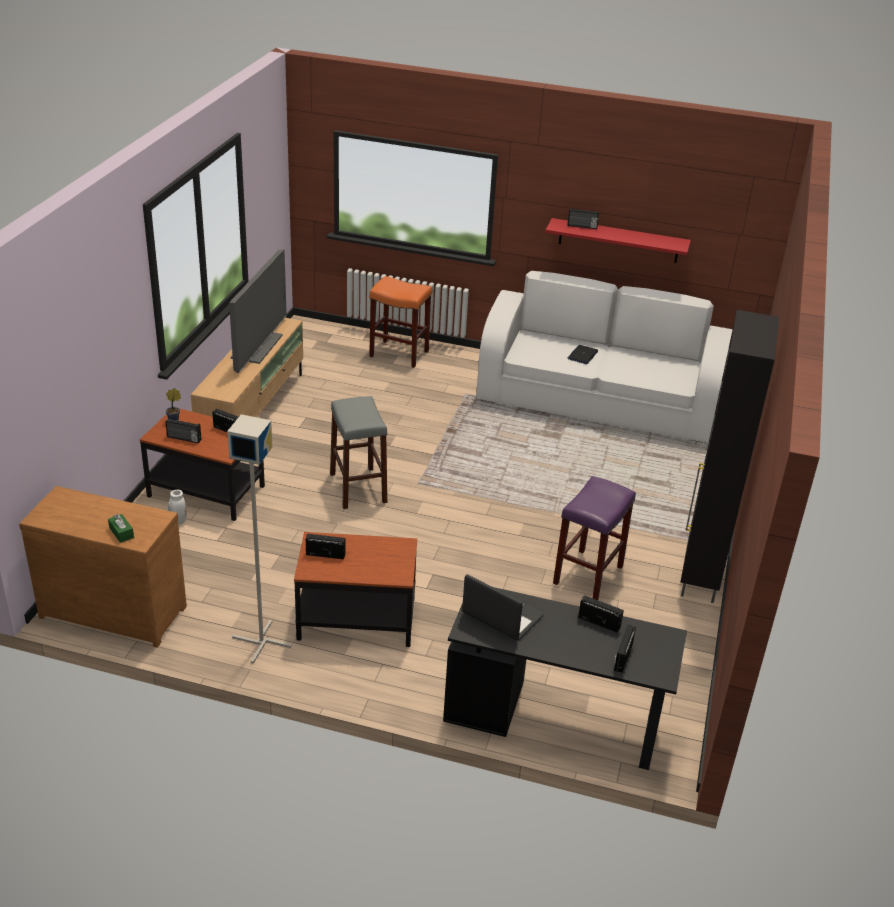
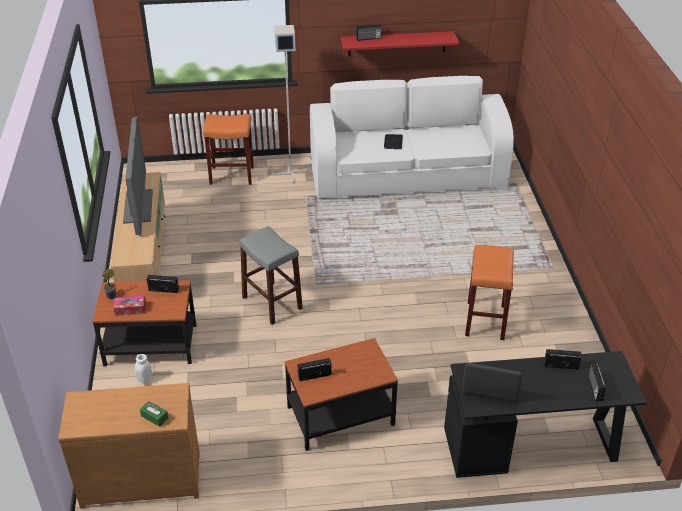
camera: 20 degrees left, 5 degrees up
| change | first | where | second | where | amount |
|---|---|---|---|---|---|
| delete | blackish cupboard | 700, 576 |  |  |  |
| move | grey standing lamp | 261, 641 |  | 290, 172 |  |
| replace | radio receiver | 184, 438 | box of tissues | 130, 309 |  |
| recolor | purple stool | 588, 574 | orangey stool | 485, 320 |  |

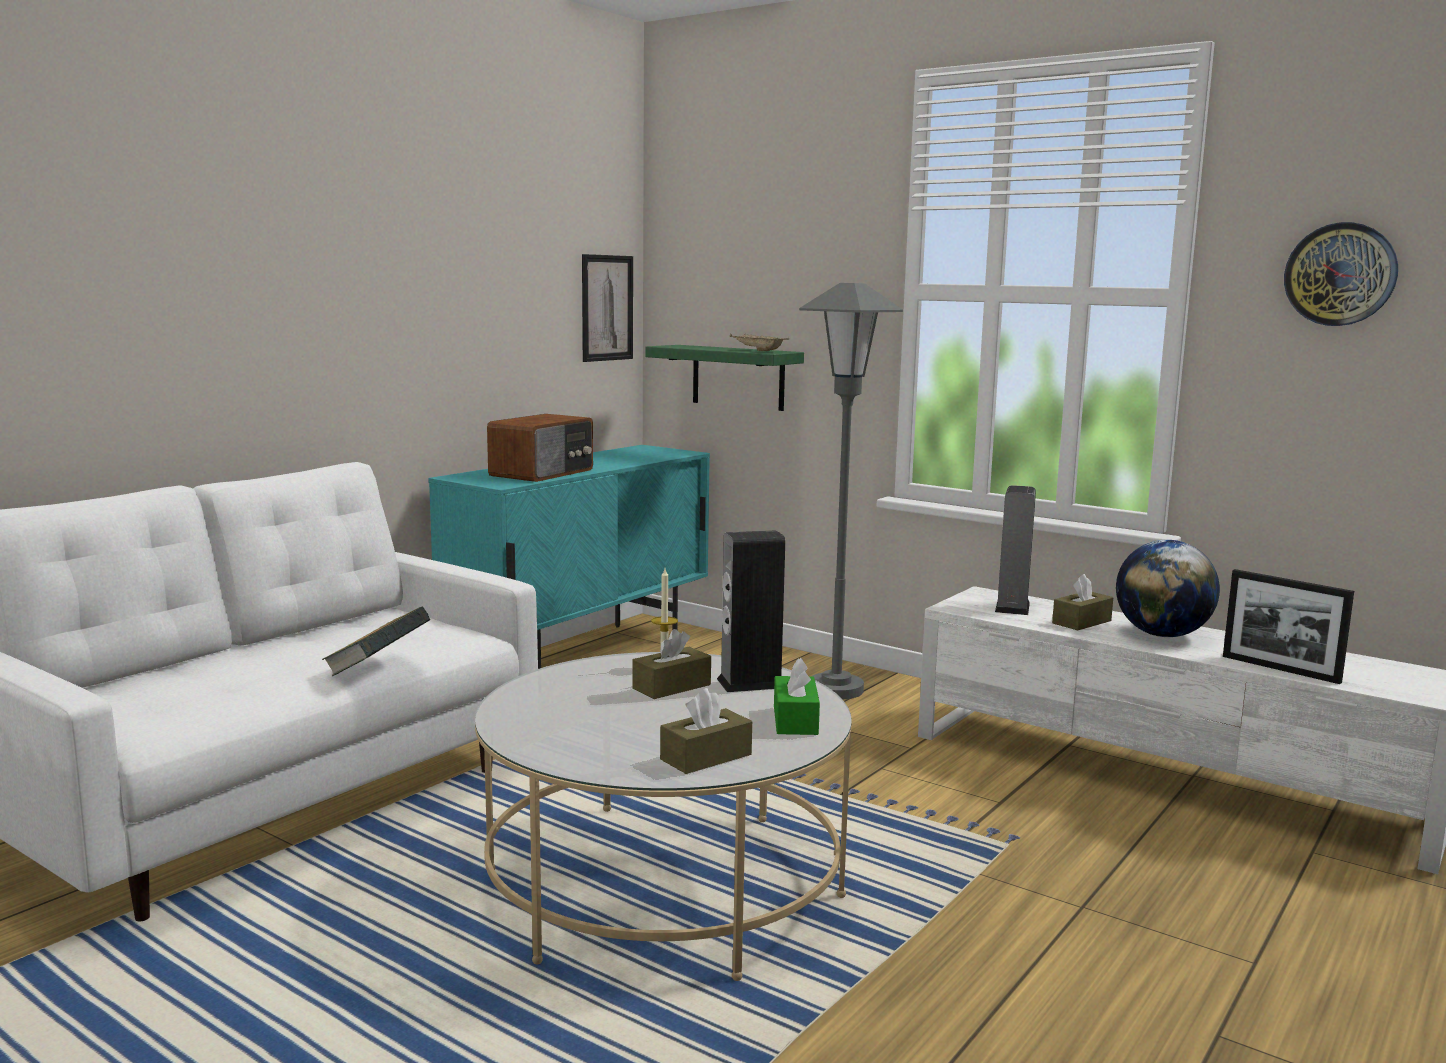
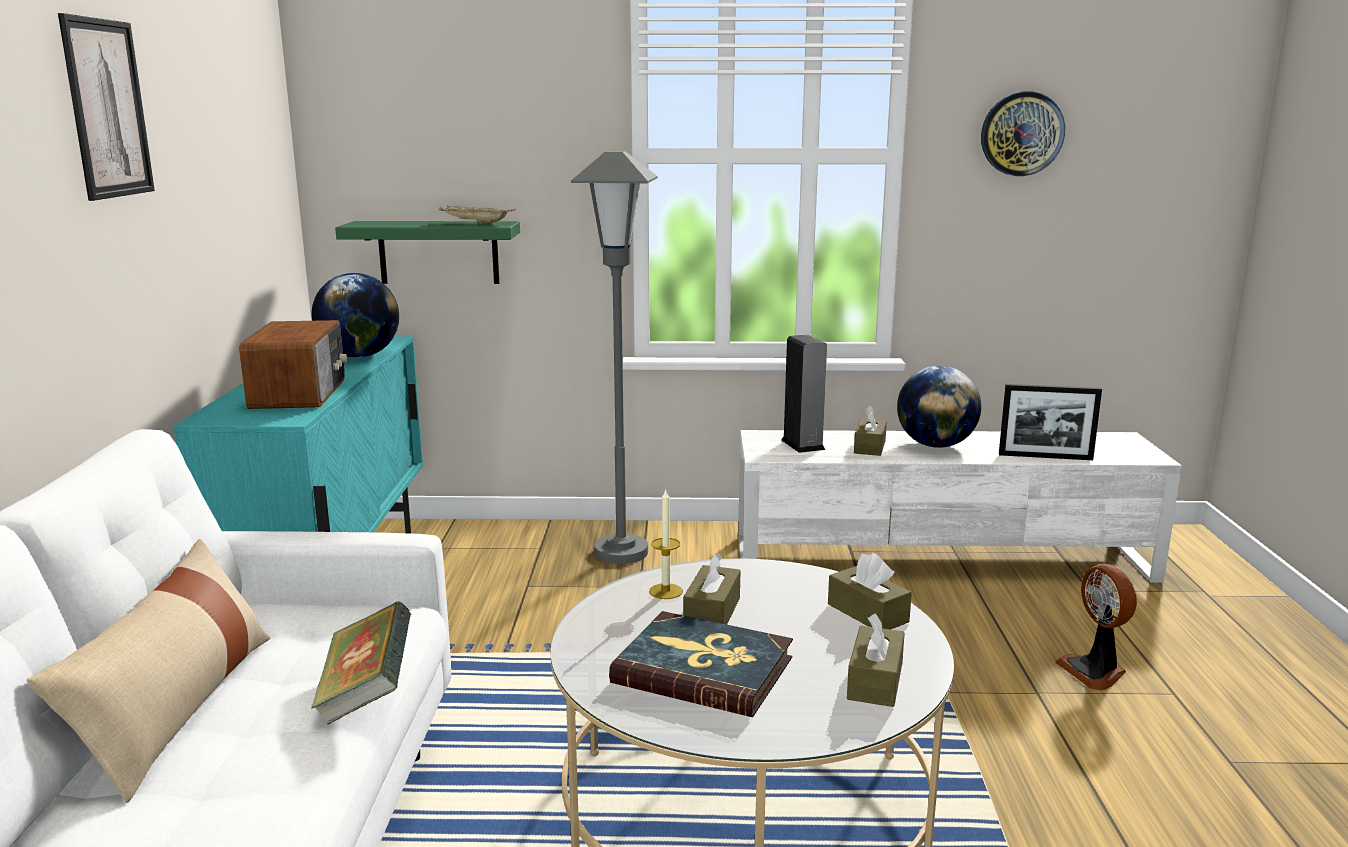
camera: 35 degrees left, 5 degrees up
| change | first | where | second | where | amount |
|---|---|---|---|---|---|
| delete | audio speaker | 750, 683 |  |  |  |
| insert |  |  | beige-coloured throw pillow | 176, 708 |  |
| insert |  |  | desk globe | 359, 356 |  |
| insert |  |  | volume | 703, 670 |  |
| insert |  |  | fan | 1095, 671 |  |
| move | picture | 607, 308 |  | 107, 109 |  |
| recolor | green box of tissues | 795, 720 | brown-coloured box of tissues | 867, 613 |  |

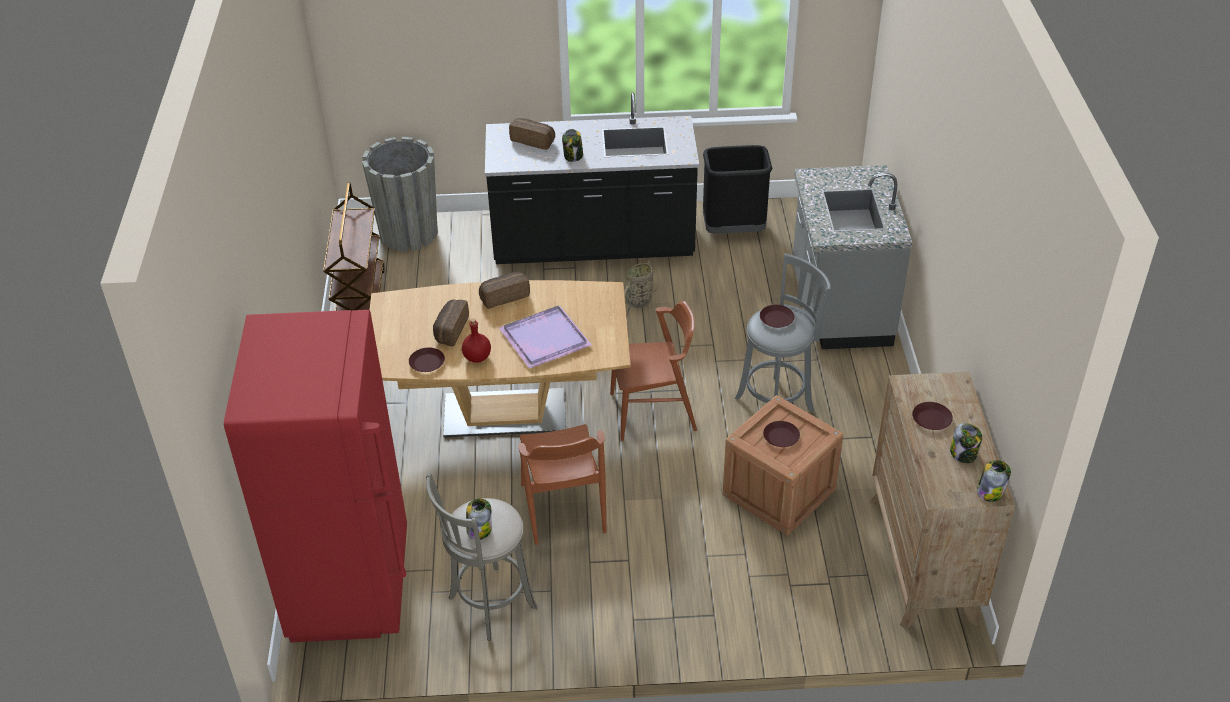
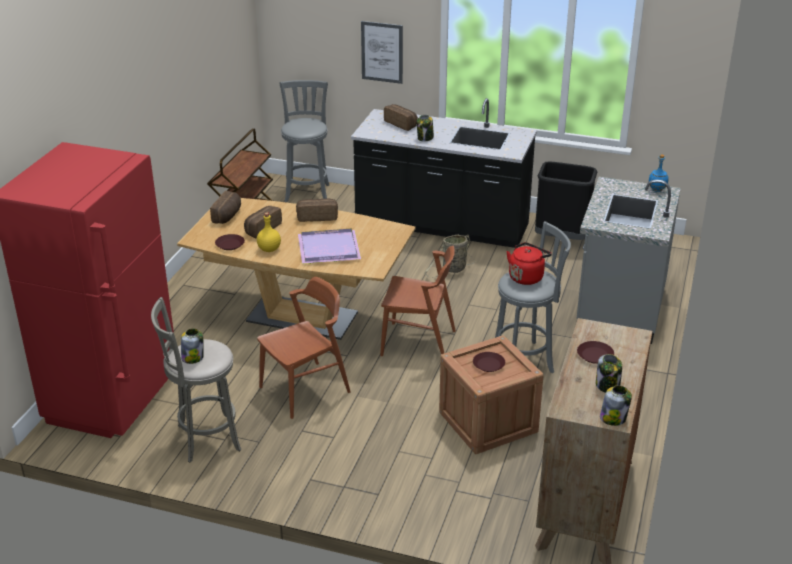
camera: 20 degrees right, 10 degrees down
| change | first | where | second | where | amount |
|---|---|---|---|---|---|
| insert |  |  | bakery bread | 228, 216 |  |
| insert |  |  | picture | 382, 52 |  |
| insert |  |  | bluish drink bottle | 656, 190 |  |
| replace | grey plant pot | 408, 233 | grey stool | 307, 192 |  |
| replace | brown-coloured dinner plate | 777, 319 | red-coloured kettle | 527, 277 |  |
| recolor | red-coloured drink bottle | 477, 357 | yellow-coloured drink bottle | 269, 249 |  |
| rotate | brown-coloured chair | 563, 508 |  | 305, 389 | 135 degrees counterclockwise |

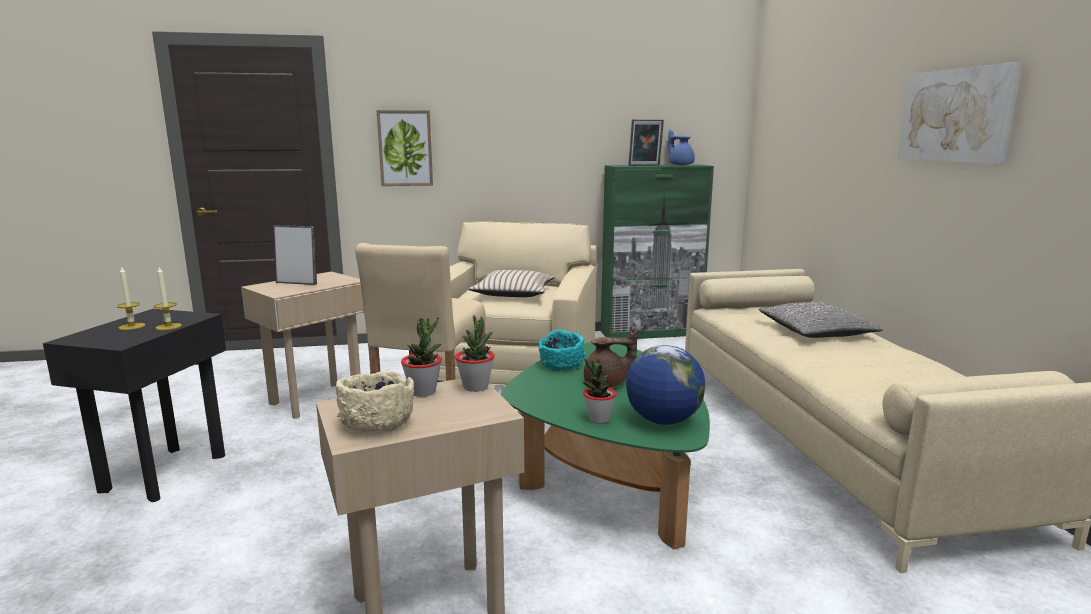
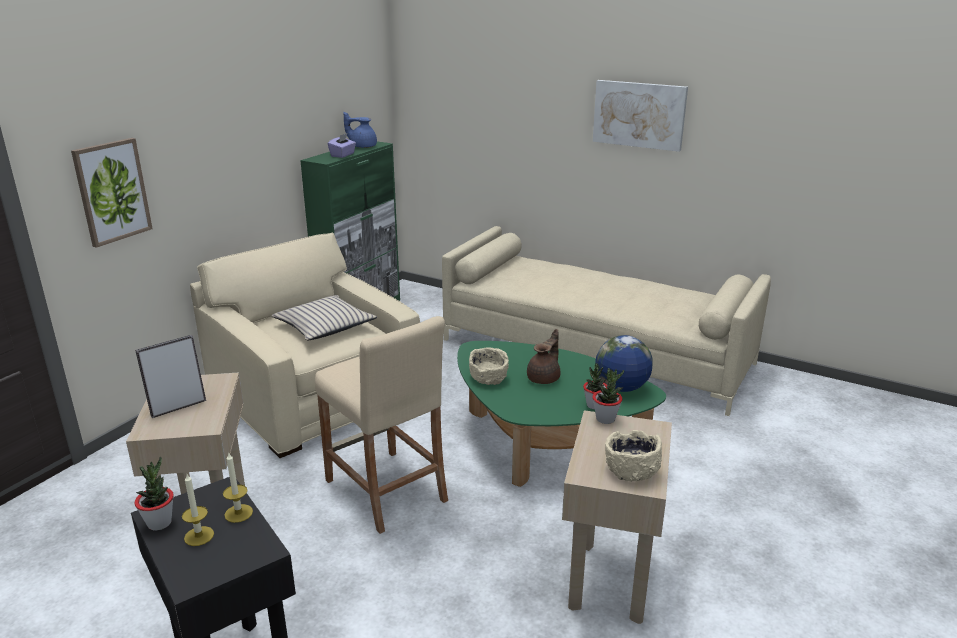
camera: 50 degrees left, 10 degrees up
| change | first | where | second | where | amount |
|---|---|---|---|---|---|
| delete | grey throw pillow | 815, 331 |  |  |  |
| move | houseplant | 423, 392 |  | 159, 523 |  |
| replace | picture frame | 645, 165 | purple box of tissues | 343, 155 |  |
| recolor | turquoise serving bowl | 561, 365 | beige-coloured serving bowl | 489, 378 |  |

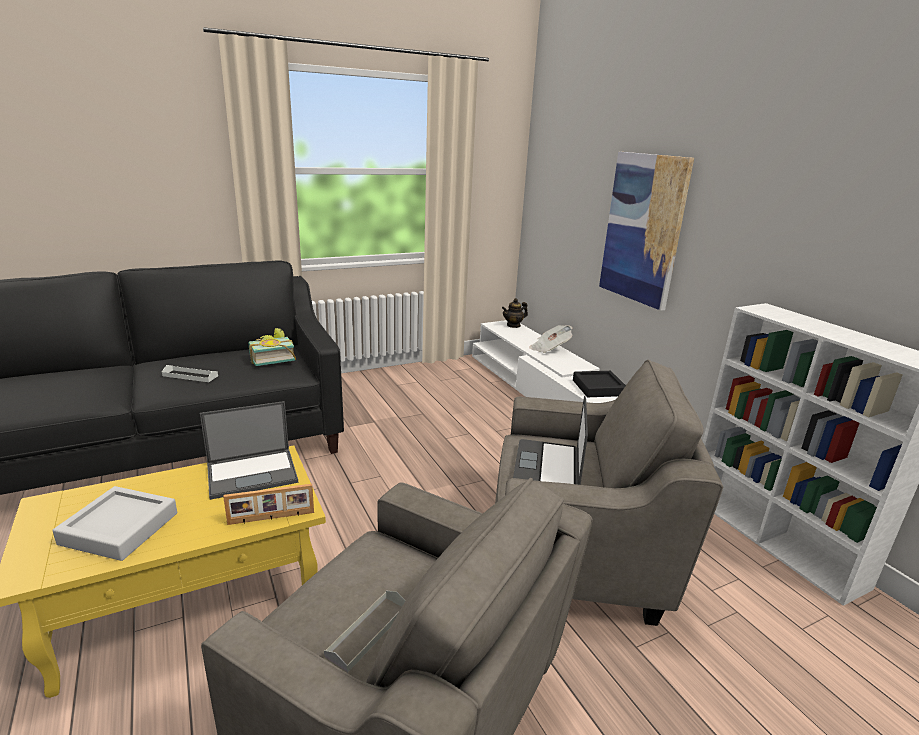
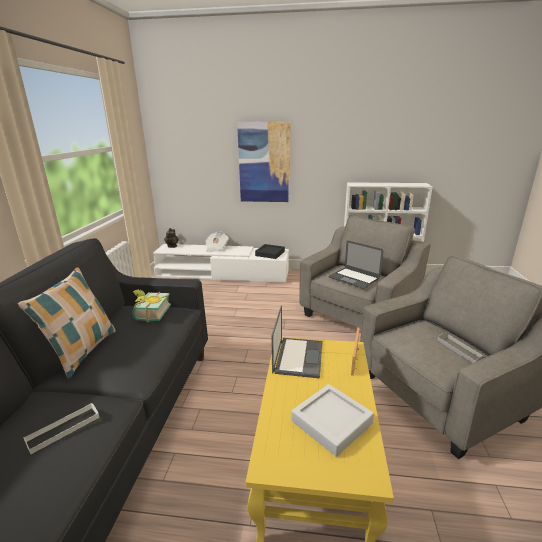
camera: 55 degrees left, 0 degrees up
| change | first | where | second | where | amount |
|---|---|---|---|---|---|
| insert |  |  | throw pillow | 83, 351 |  |
| move | white-coloured serving tray | 190, 376 |  | 63, 429 |  |

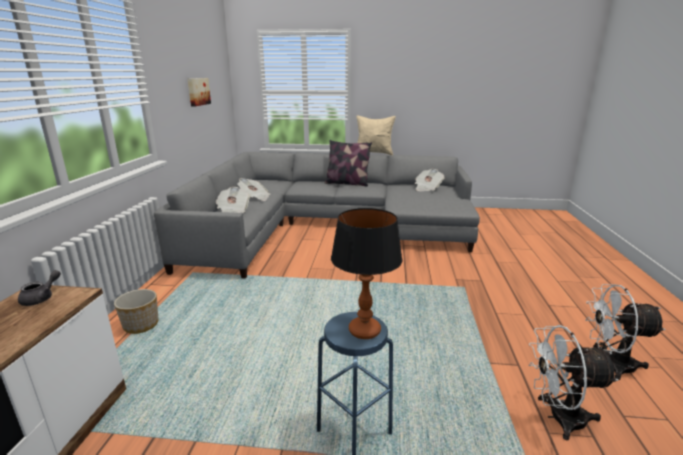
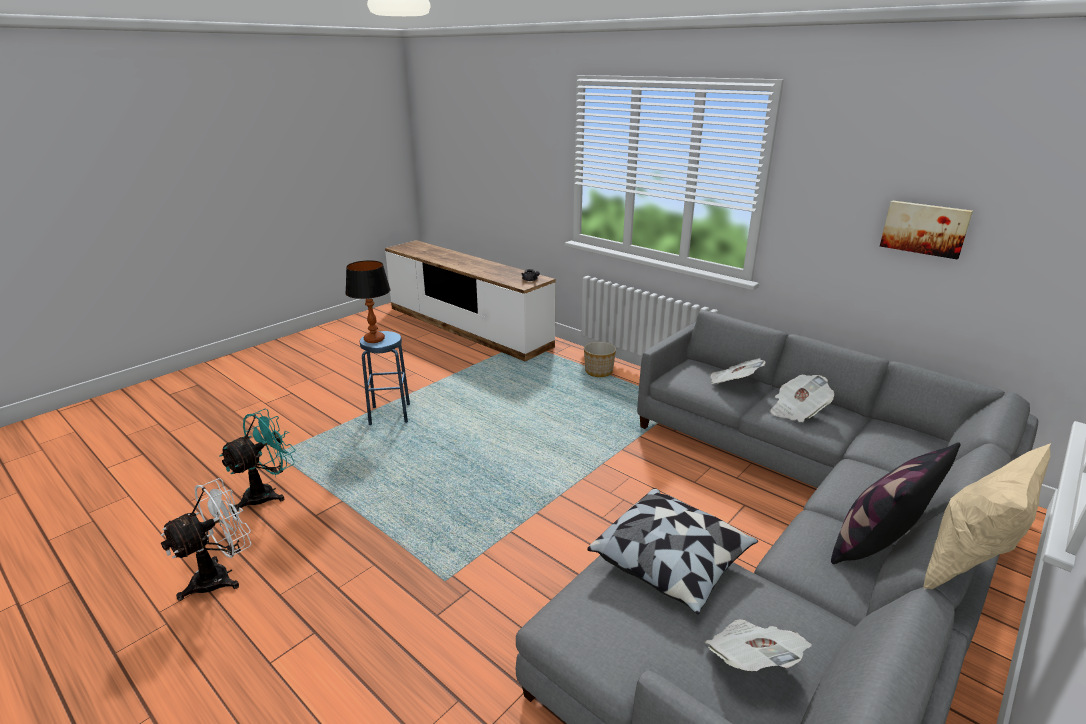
camera: 125 degrees right, 5 degrees up
| change | first | where | second | where | amount |
|---|---|---|---|---|---|
| insert |  |  | throw pillow | 671, 562 |  |
| recolor | white-coloured fan | 558, 418 | turquoise fan | 267, 493 |  |

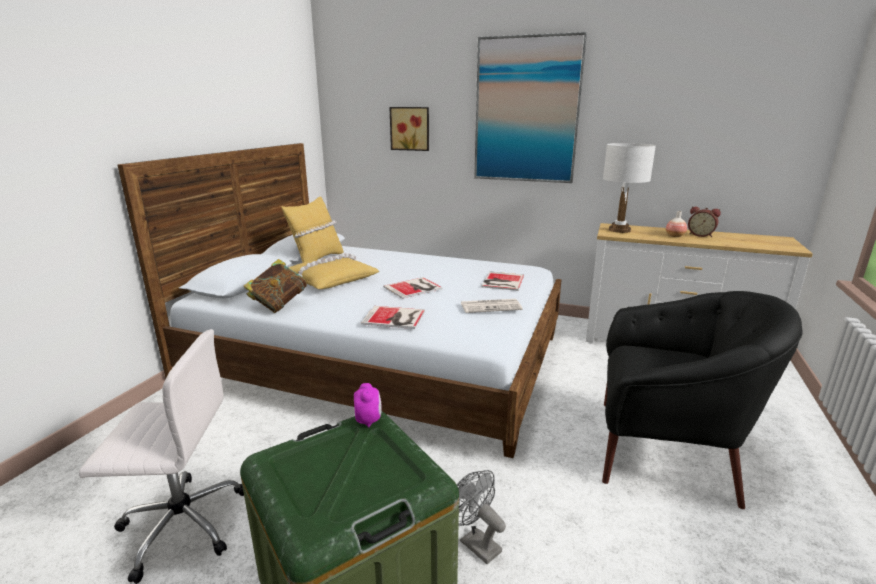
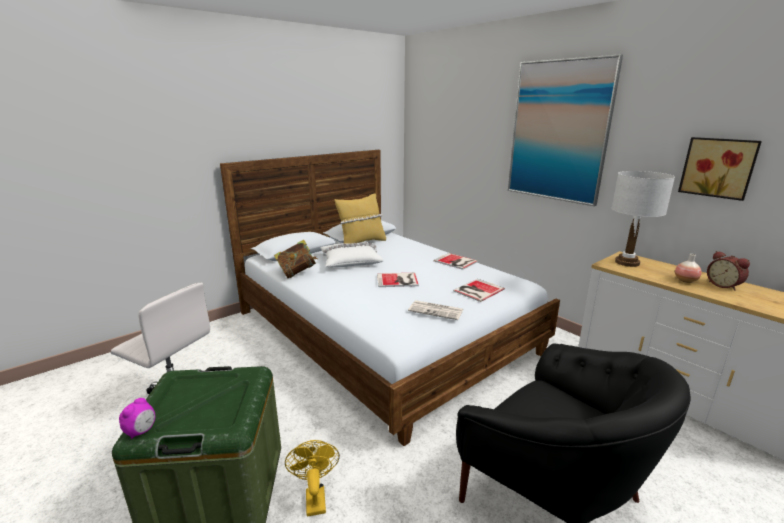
camera: 30 degrees right, 0 degrees up
| change | first | where | second | where | amount |
|---|---|---|---|---|---|
| move | bedside clock | 368, 420 |  | 141, 431 |  |
| move | volume | 395, 318 |  | 456, 262 |  |
| move | picture | 410, 128 |  | 718, 167 |  |
| recolor | yellow-coloured throw pillow | 330, 280 | white-coloured throw pillow | 350, 261 |  |
| recolor | grey fan | 475, 543 | yellow-coloured fan | 314, 497 |  |

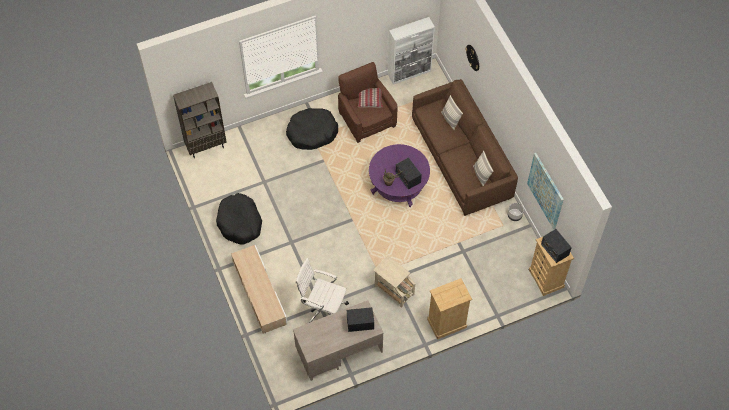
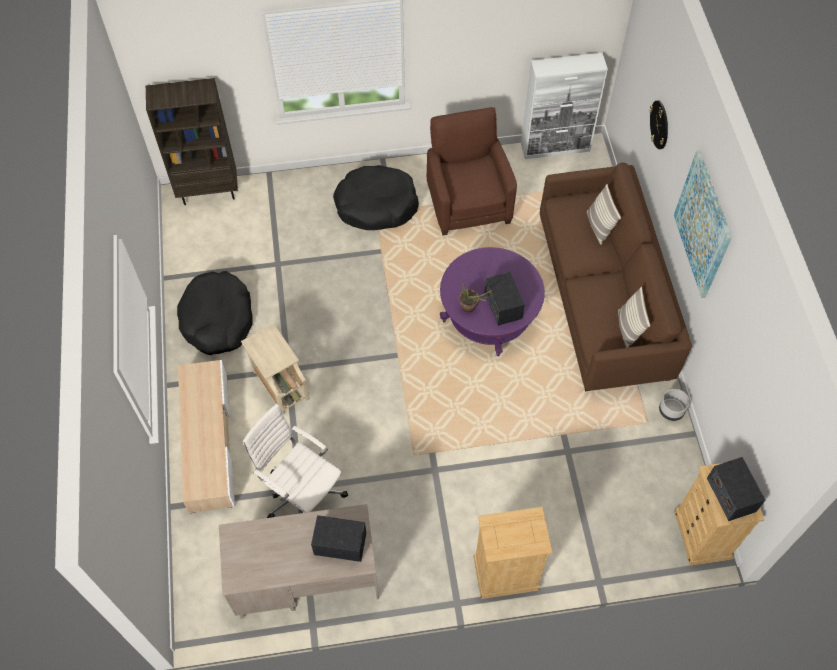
camera: 15 degrees right, 0 degrees up
| change | first | where | second | where | amount |
|---|---|---|---|---|---|
| delete | throw pillow | 370, 99 |  |  |  |
| move | beige-coloured end table | 393, 289 |  | 280, 383 |  |
| move | picture | 545, 190 |  | 703, 225 |  |

